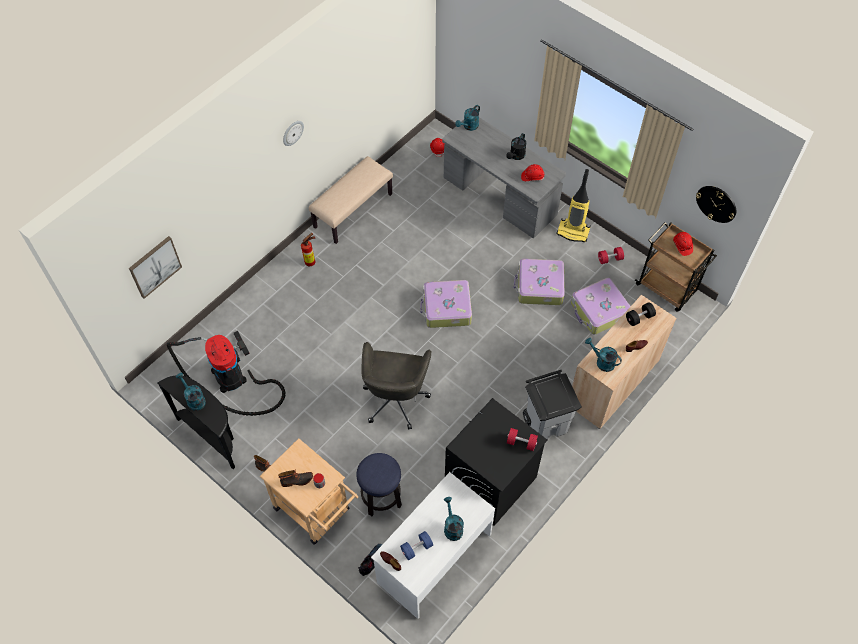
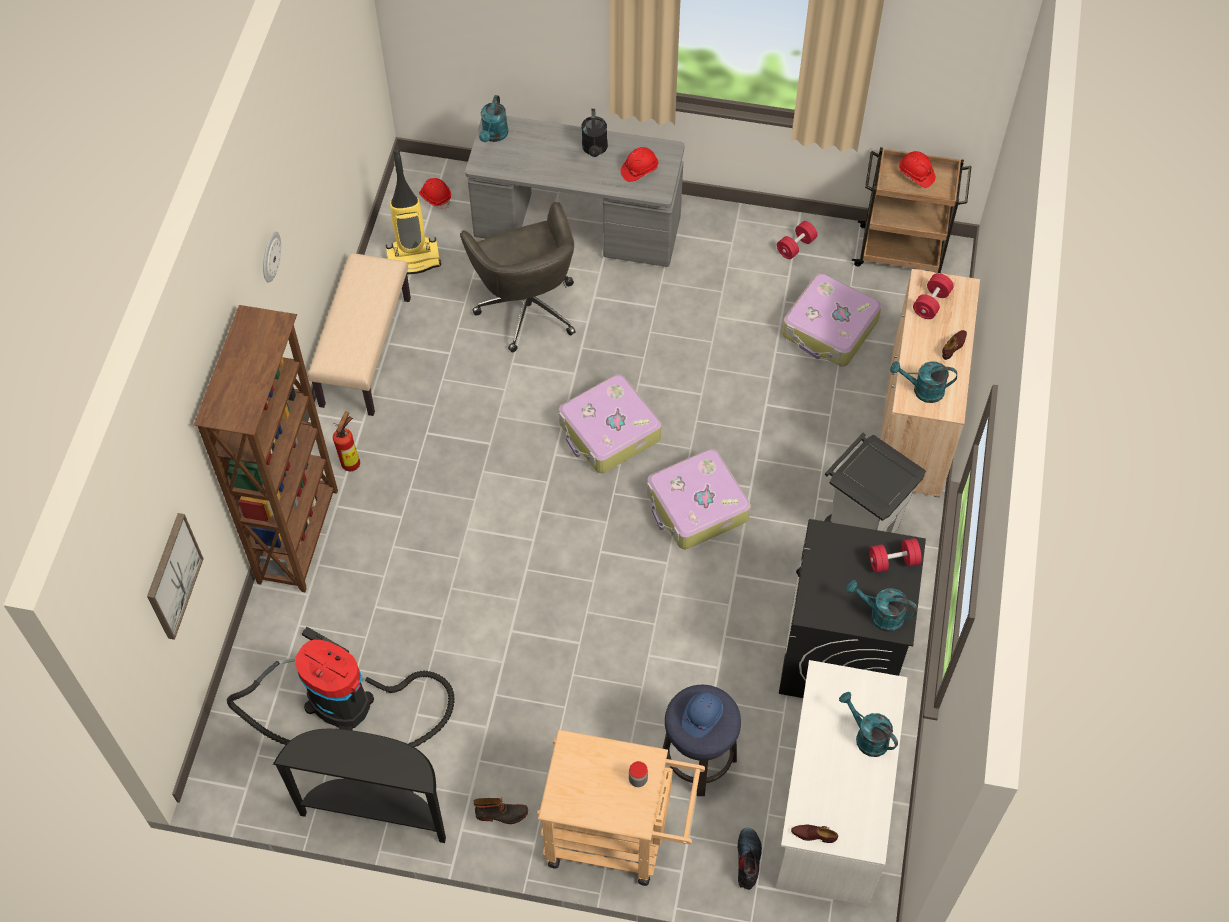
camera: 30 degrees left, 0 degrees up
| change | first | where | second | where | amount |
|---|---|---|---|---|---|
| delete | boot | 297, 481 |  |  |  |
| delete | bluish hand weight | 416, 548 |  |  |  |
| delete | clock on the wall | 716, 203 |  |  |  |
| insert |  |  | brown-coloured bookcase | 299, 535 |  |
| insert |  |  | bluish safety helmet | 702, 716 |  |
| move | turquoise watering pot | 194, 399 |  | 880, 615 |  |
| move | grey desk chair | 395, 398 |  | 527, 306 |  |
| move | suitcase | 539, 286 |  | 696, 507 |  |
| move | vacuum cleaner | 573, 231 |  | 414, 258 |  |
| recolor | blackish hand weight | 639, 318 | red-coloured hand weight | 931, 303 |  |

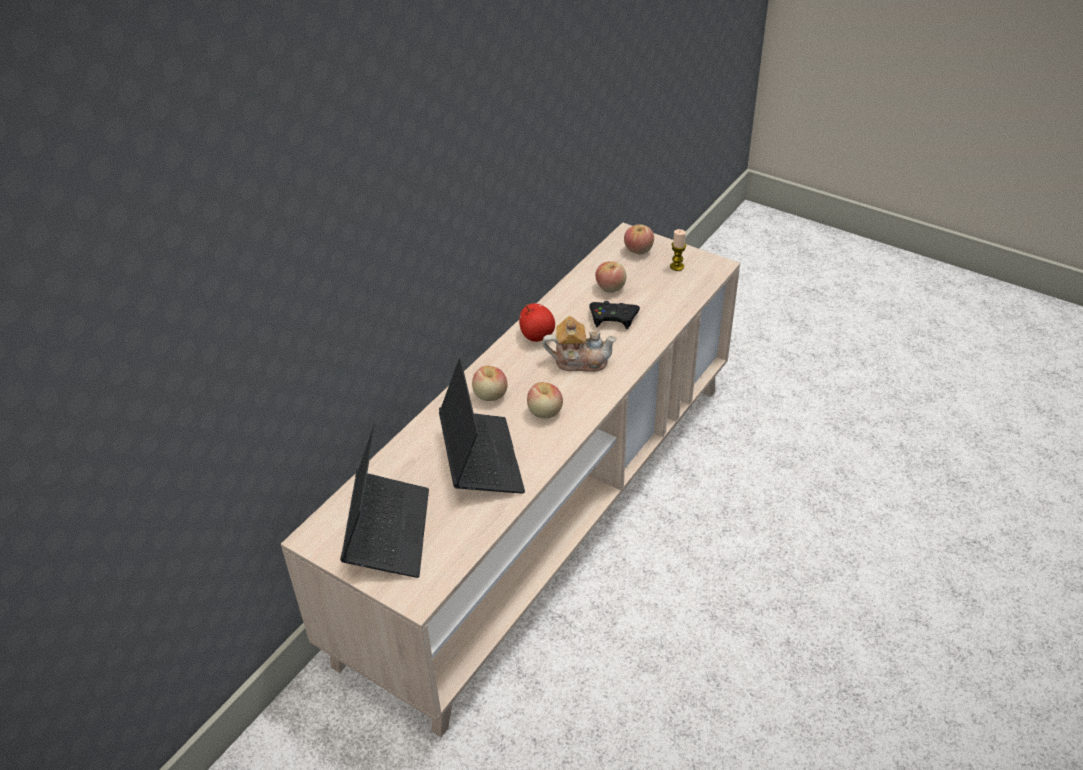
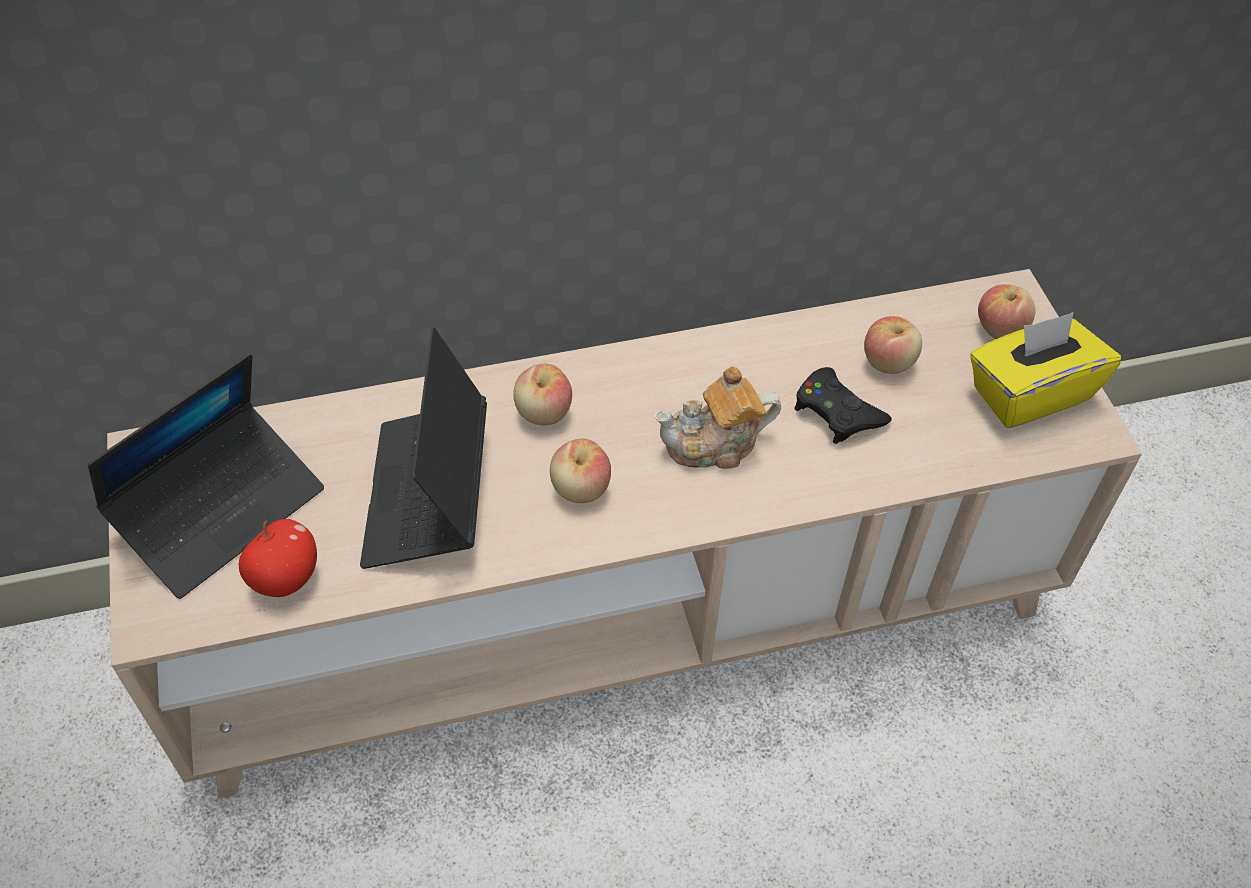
camera: 40 degrees right, 10 degrees up
| change | first | where | second | where | amount |
|---|---|---|---|---|---|
| move | apple fruit | 537, 336 |  | 285, 578 |  |
| replace | wax light | 677, 266 | yellow-coloured box of tissues | 1029, 393 |  |
| rotate | portable computer | 481, 459 |  | 428, 495 | 150 degrees clockwise |
| rotate | tea pot | 579, 360 |  | 714, 444 | 120 degrees clockwise |

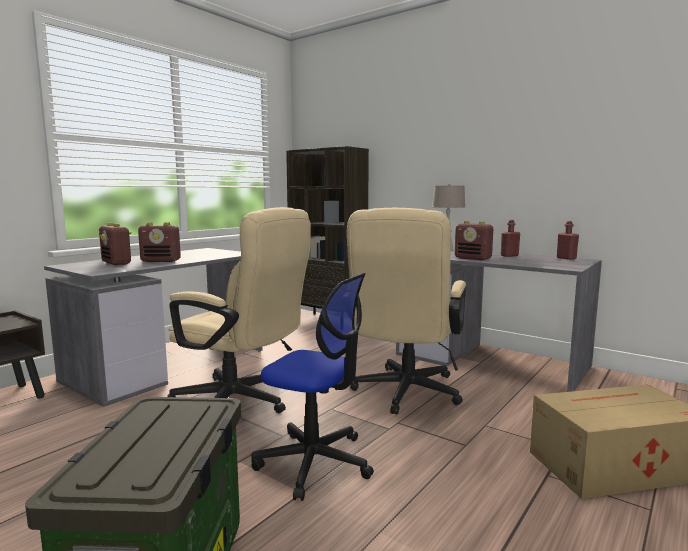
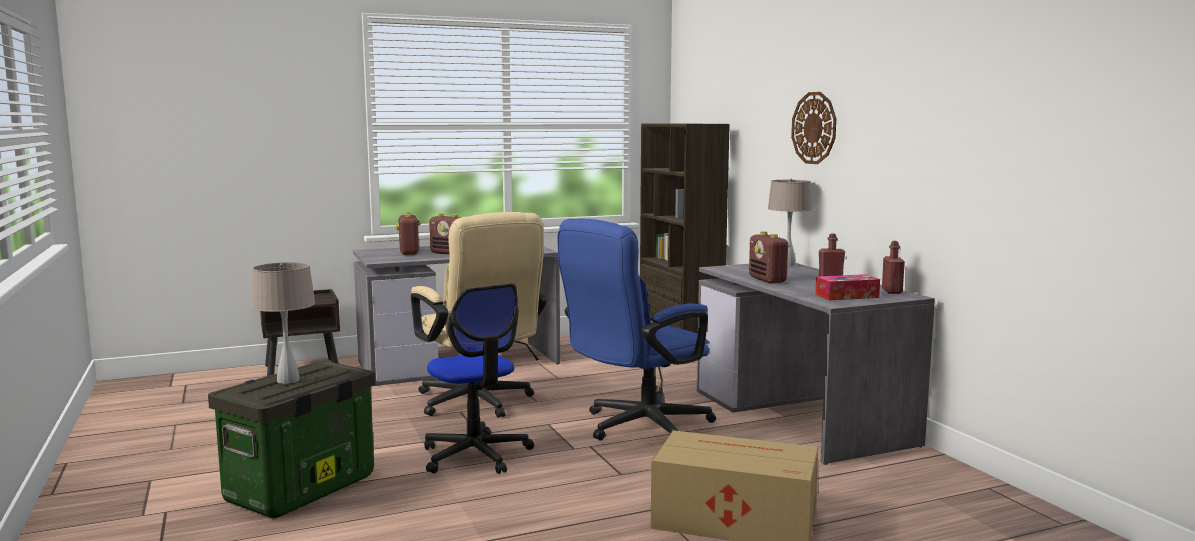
camera: 30 degrees right, 0 degrees up
| change | first | where | second | where | amount |
|---|---|---|---|---|---|
| insert |  |  | beige-coloured lamp for a table | 288, 380 |  |
| insert |  |  | clock on the wall | 814, 128 |  |
| insert |  |  | box of tissues | 847, 296 |  |
| recolor | beige-coloured desk chair | 404, 394 | bluish desk chair | 636, 427 |  |

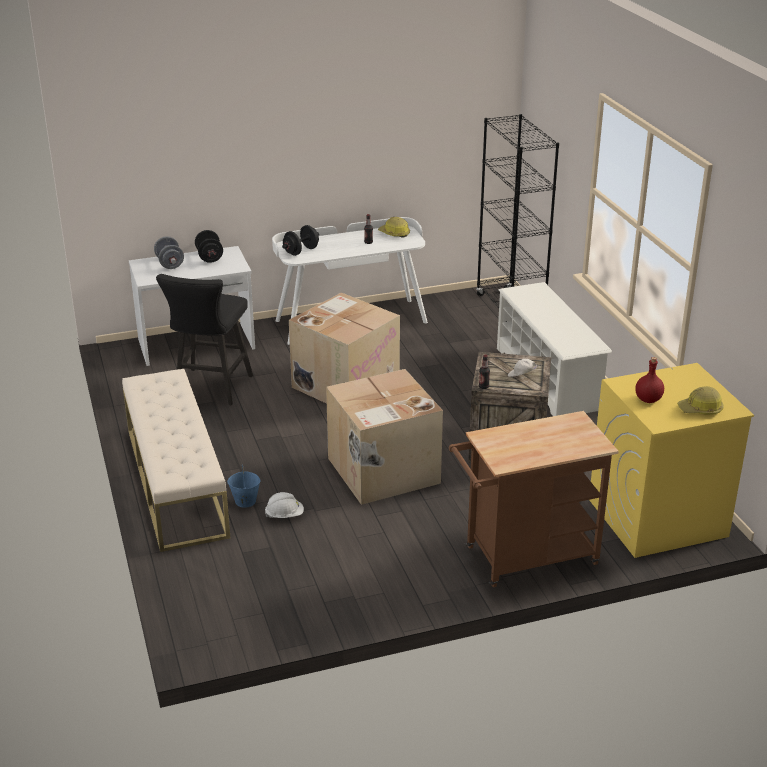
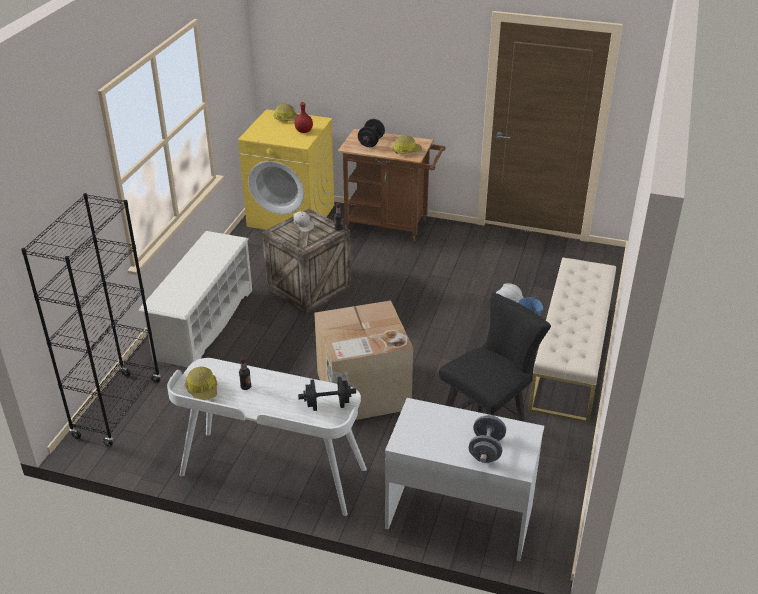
camera: 145 degrees left, 5 degrees up
| change | first | where | second | where | amount |
|---|---|---|---|---|---|
| delete | carton | 382, 471 |  |  |  |
| insert |  |  | safety helmet | 406, 151 |  |
| move | blackish hand weight | 209, 257 |  | 371, 142 |  |

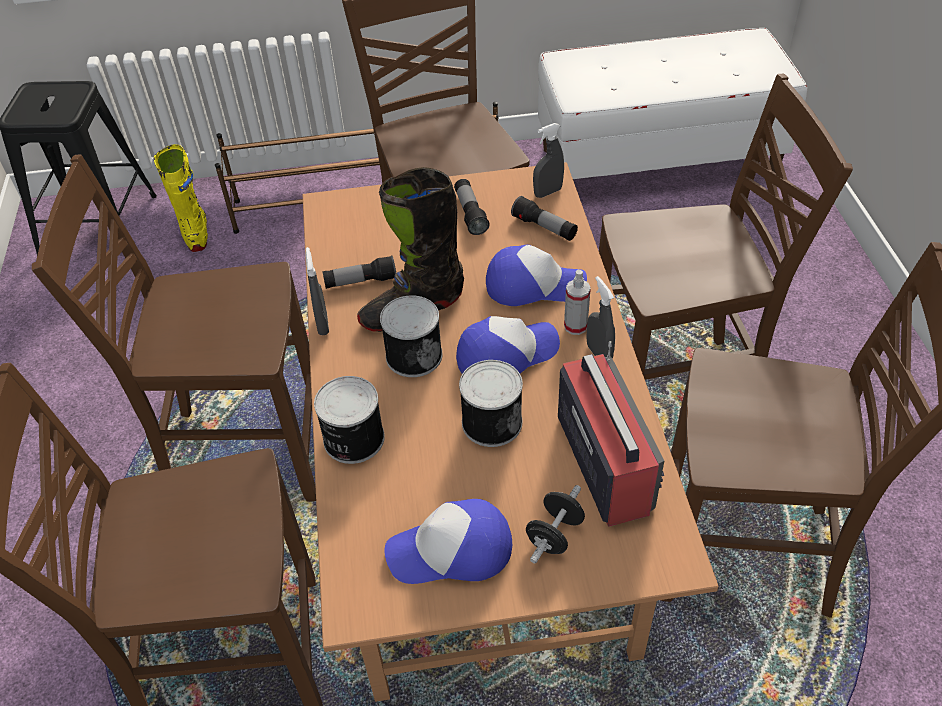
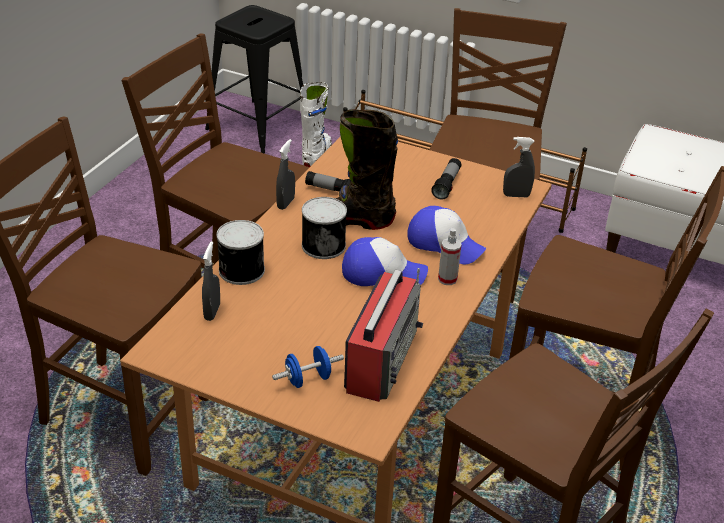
camera: 30 degrees right, 10 degrees down
| change | first | where | second | where | amount |
|---|---|---|---|---|---|
| delete | baseball cap | 451, 551 |  |  |  |
| delete | can | 490, 421 |  |  |  |
| delete | flashlight | 544, 228 |  |  |  |
| move | grey hand sprayer | 598, 354 |  | 212, 312 |  |
| recolor | yellow-coloured boot | 196, 231 | white-coloured boot | 316, 156 |  |
| recolor | blackish hand weight | 554, 534 | bluish hand weight | 308, 379 |  |

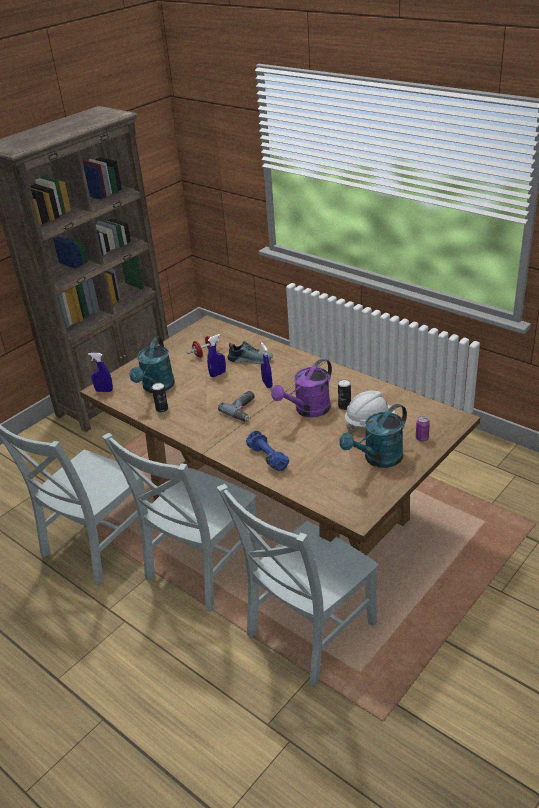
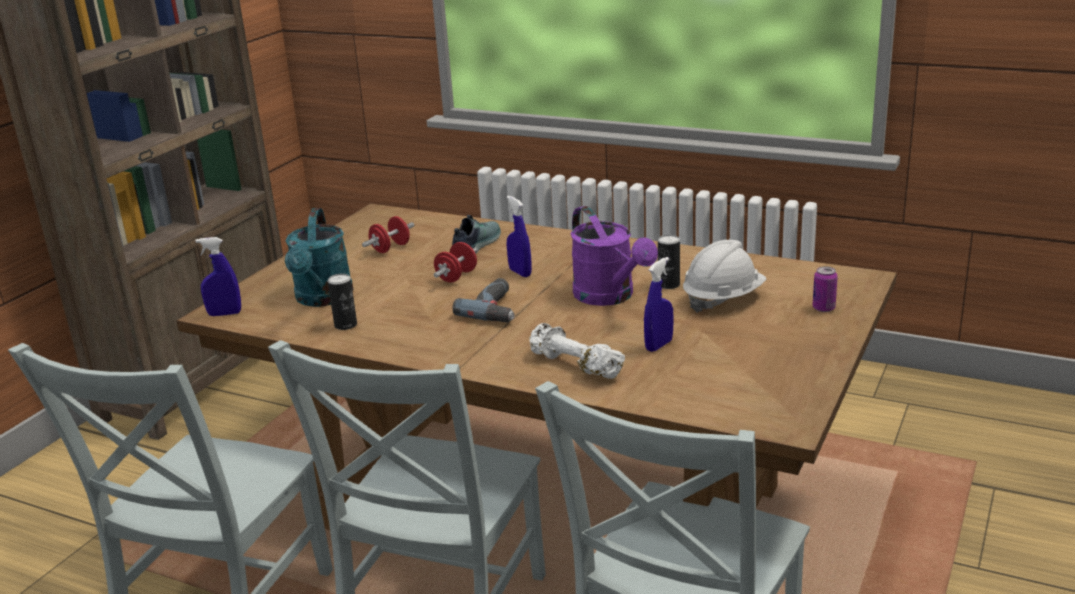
camera: 15 degrees left, 10 degrees down
| change | first | where | second | where | amount |
|---|---|---|---|---|---|
| delete | turquoise watering pot | 378, 459 |  |  |  |
| insert |  |  | red-coloured hand weight | 456, 276 |  |
| move | bluish hand sprayer | 218, 374 |  | 659, 345 |  |
| recolor | bluish hand weight | 267, 458 | white-coloured hand weight | 574, 366 |  |
| rotate | shoe | 250, 359 |  | 474, 246 | 60 degrees counterclockwise |
| rotate | purple watering pot | 308, 410 |  | 610, 297 | 60 degrees counterclockwise |

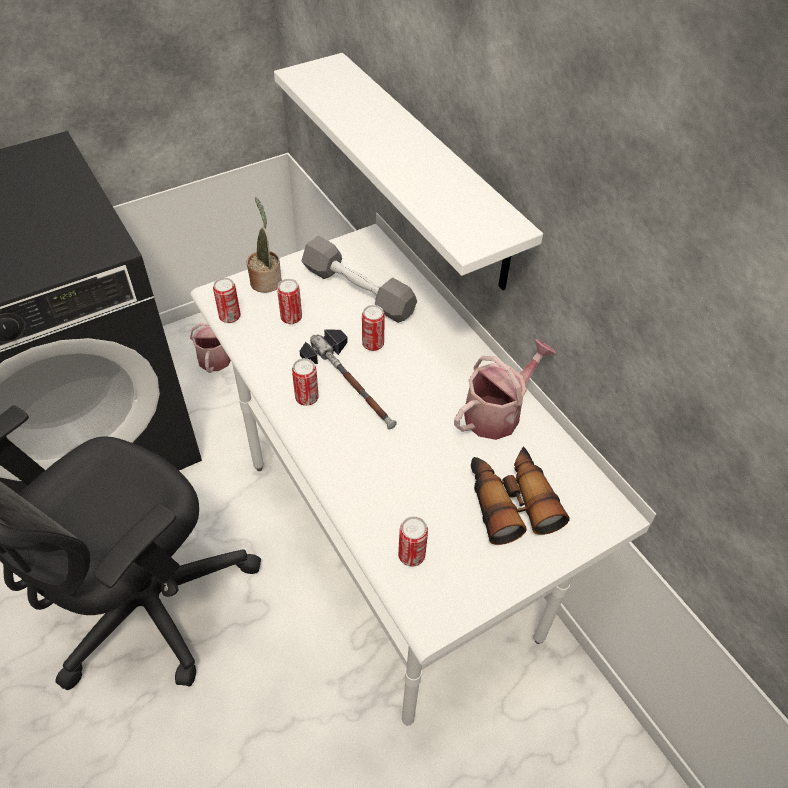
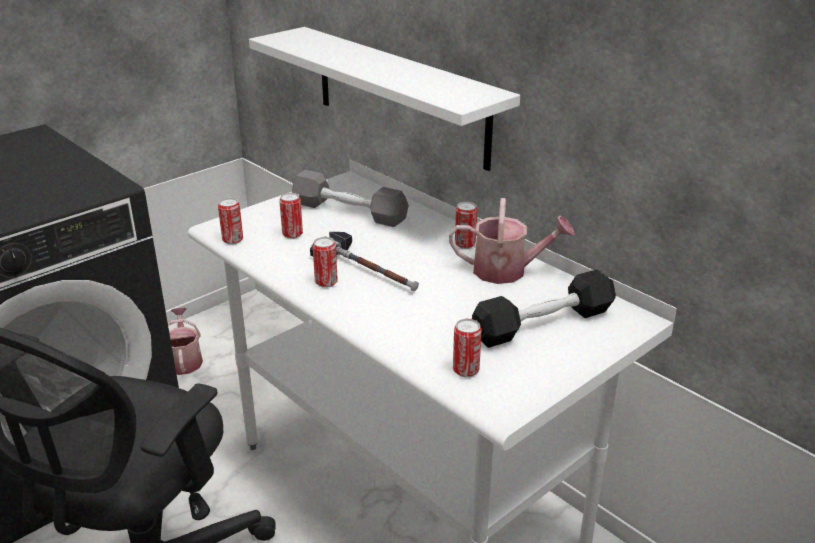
camera: 10 degrees left, 20 degrees down
| change | first | where | second | where | amount |
|---|---|---|---|---|---|
| delete | houseplant | 266, 280 |  |  |  |
| move | can | 373, 344 |  | 465, 244 |  |
| replace | pair of binoculars | 510, 500 | blackish hand weight | 543, 324 |  |
| rotate | watering pot | 497, 412 |  | 507, 271 | 60 degrees clockwise |

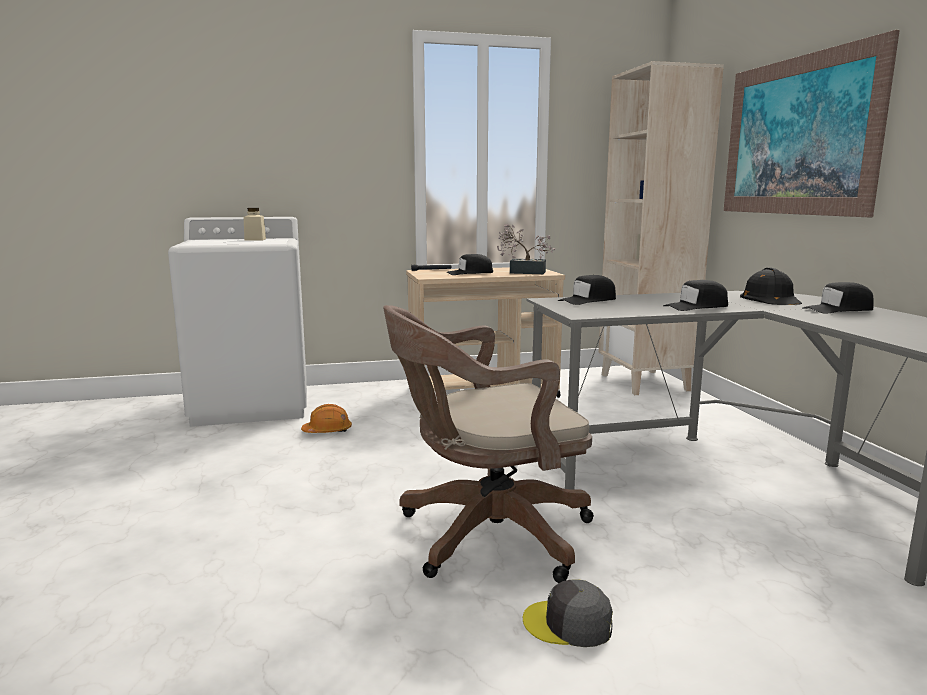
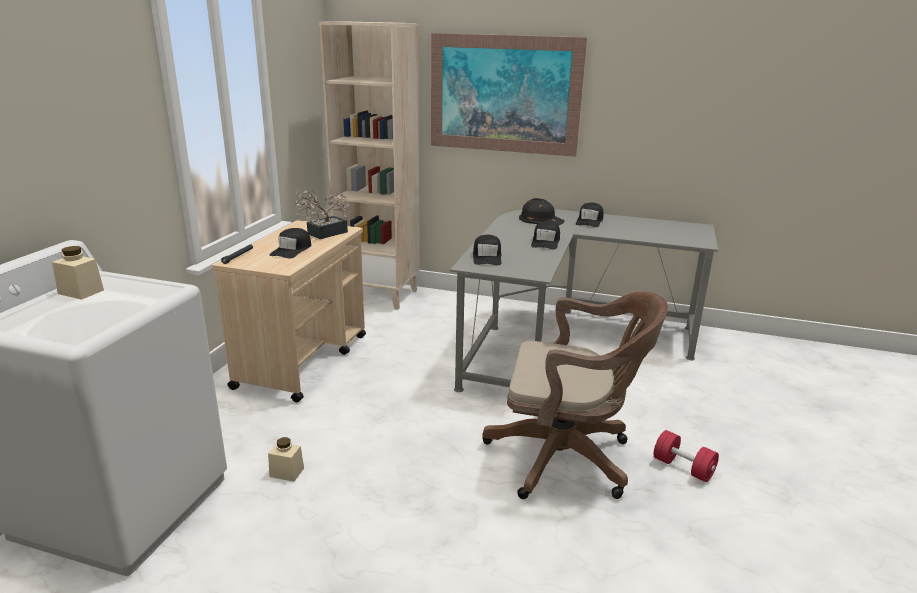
camera: 60 degrees left, 10 degrees up
| change | first | where | second | where | amount |
|---|---|---|---|---|---|
| replace | orangey safety helmet | 327, 431 | beige-coloured preserve jar | 287, 472 |  |
| replace | grey baseball cap | 568, 624 | red-coloured hand weight | 683, 468 |  |
| rotate | brown-coloured desk chair | 485, 536 |  | 567, 458 | 90 degrees counterclockwise |

